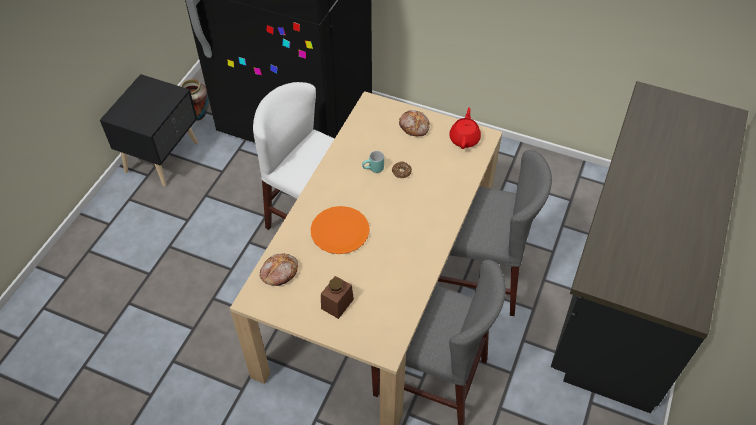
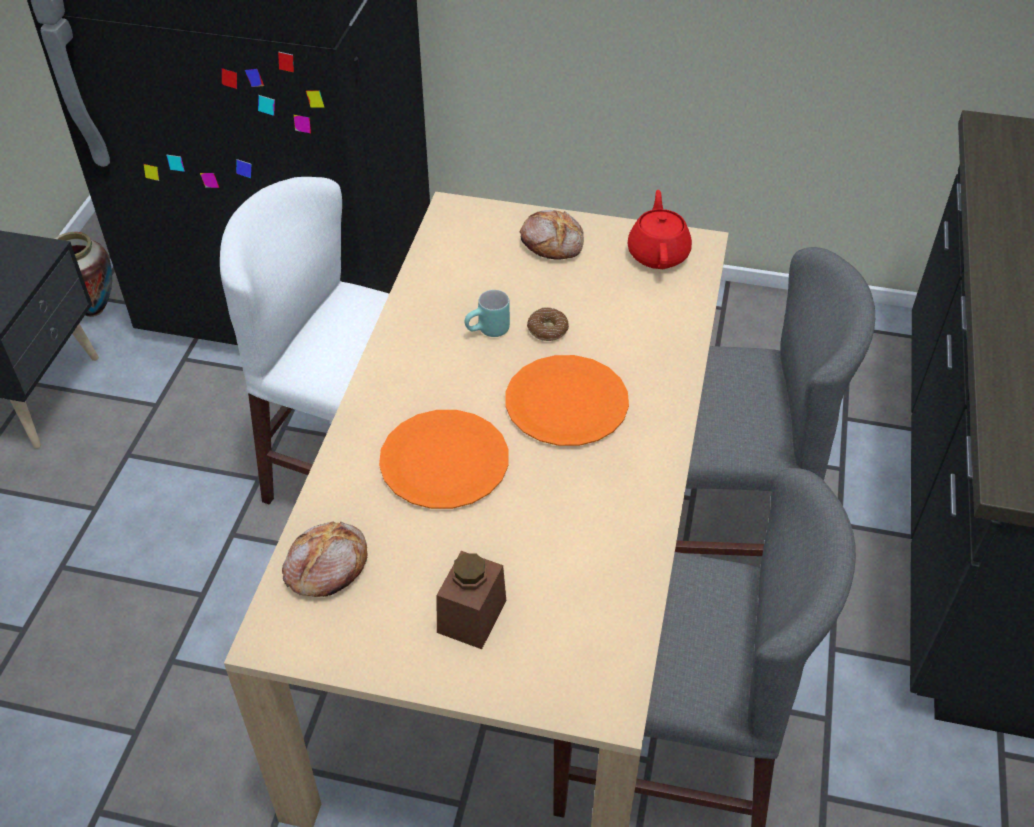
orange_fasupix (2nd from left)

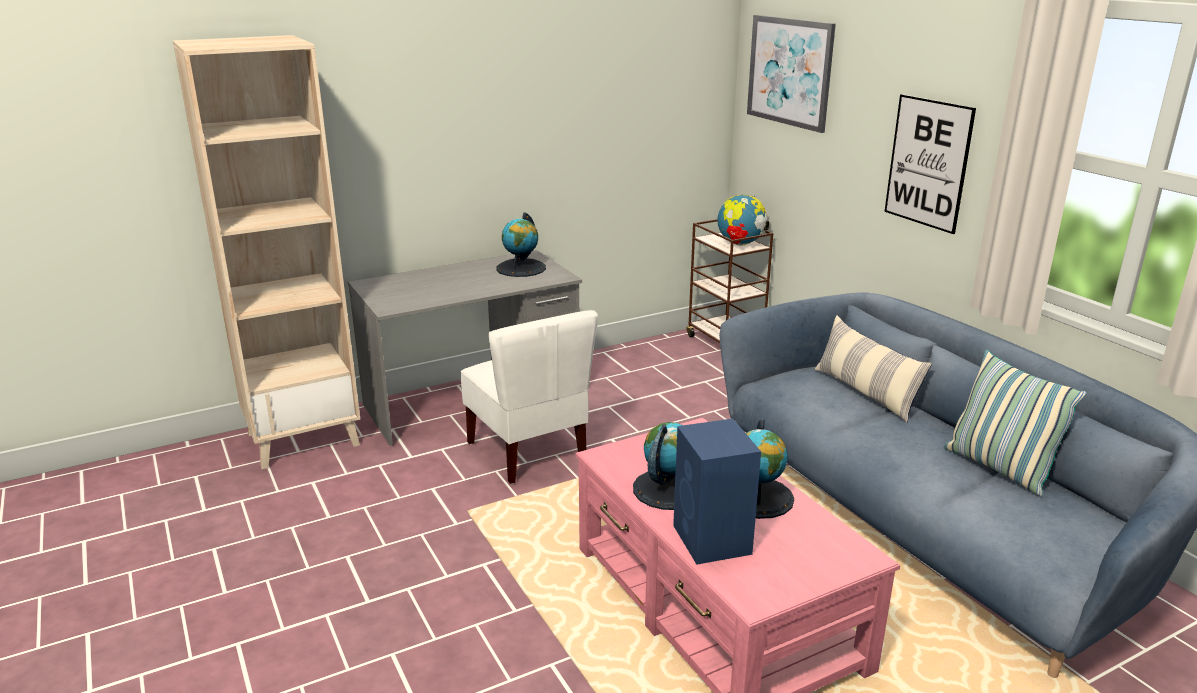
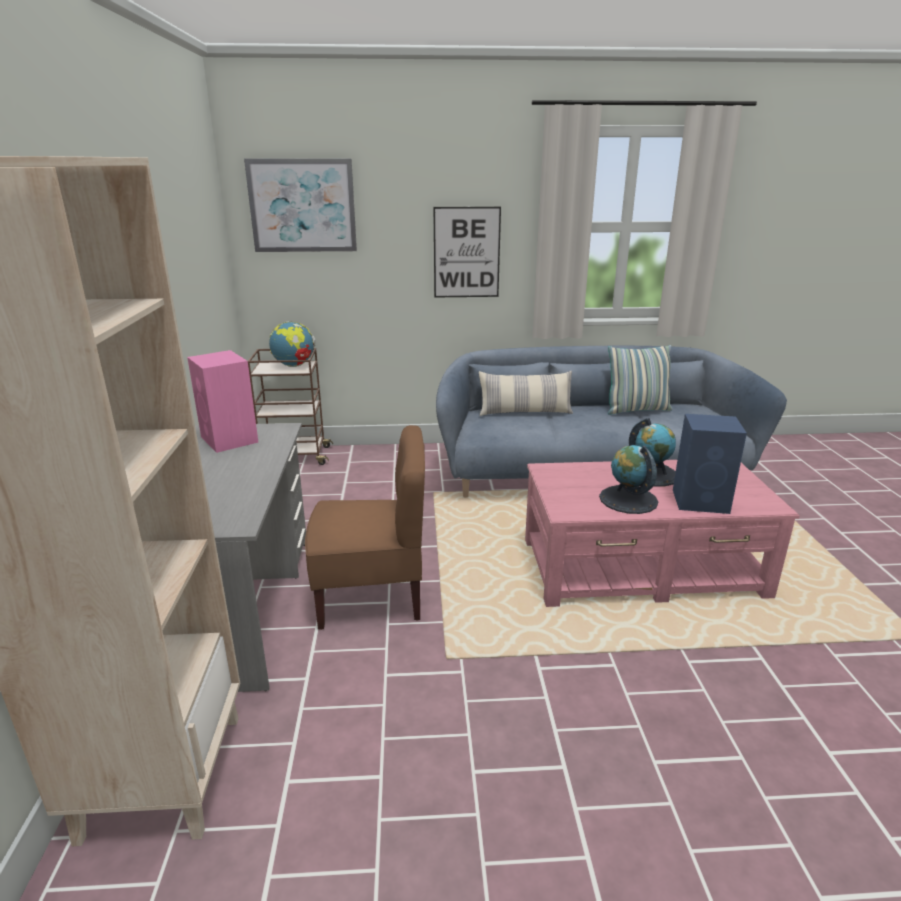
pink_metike
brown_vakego

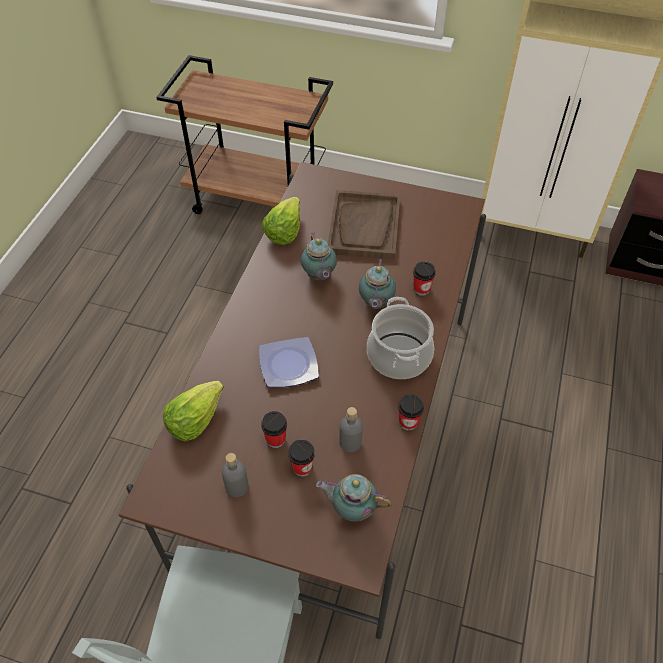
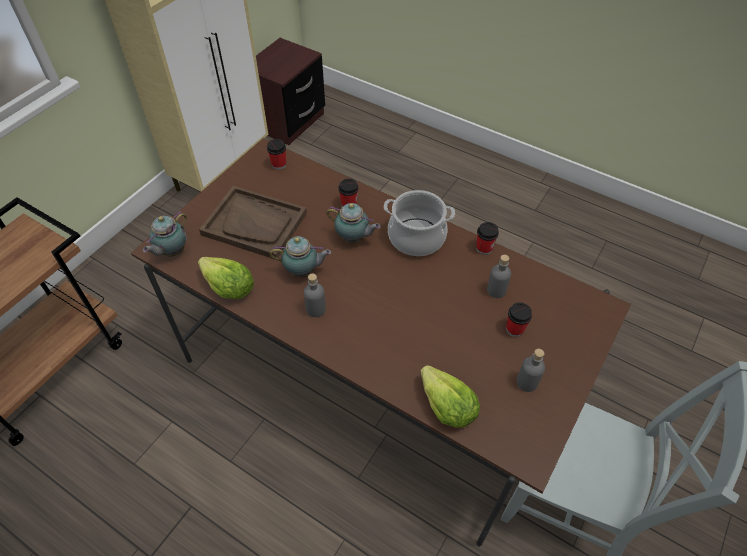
fasupix
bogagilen (1st from left)
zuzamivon (1st from left)
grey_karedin (1st from left)

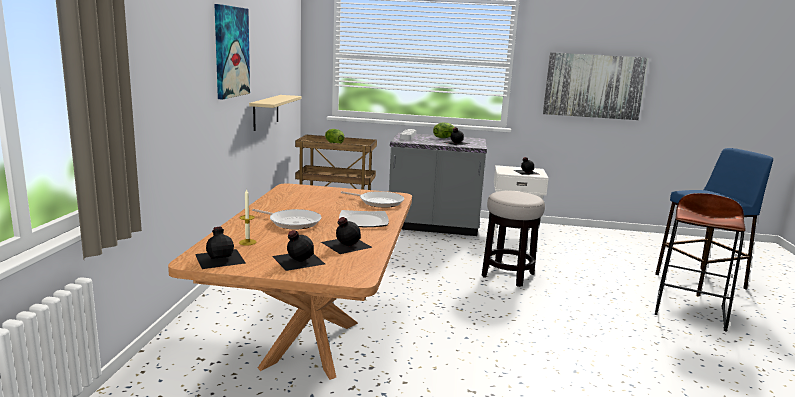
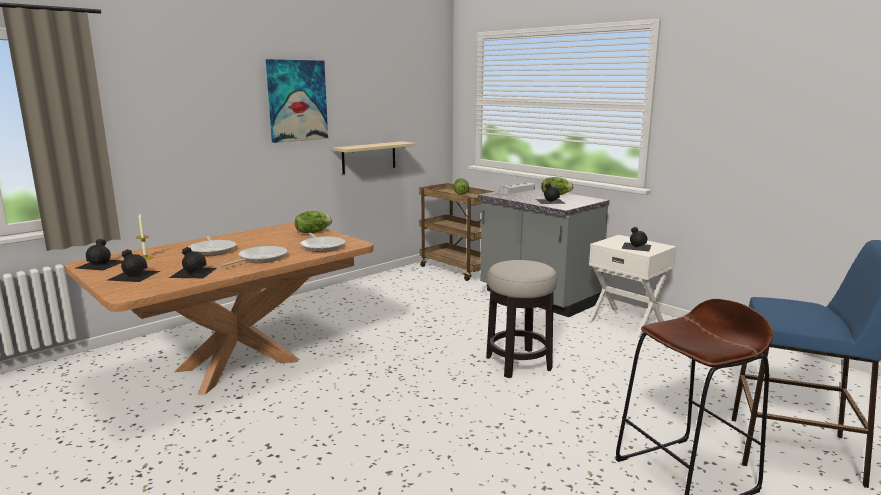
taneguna (2nd from left in the first image)
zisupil (2nd from left)
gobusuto (1st from left)

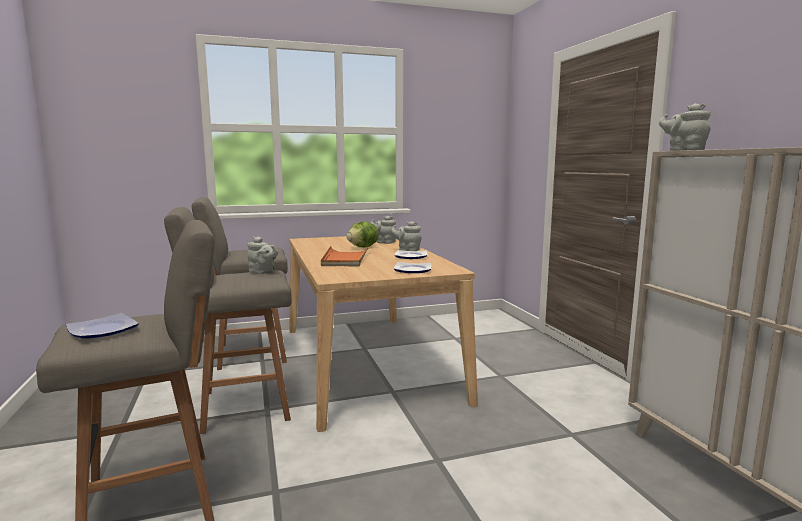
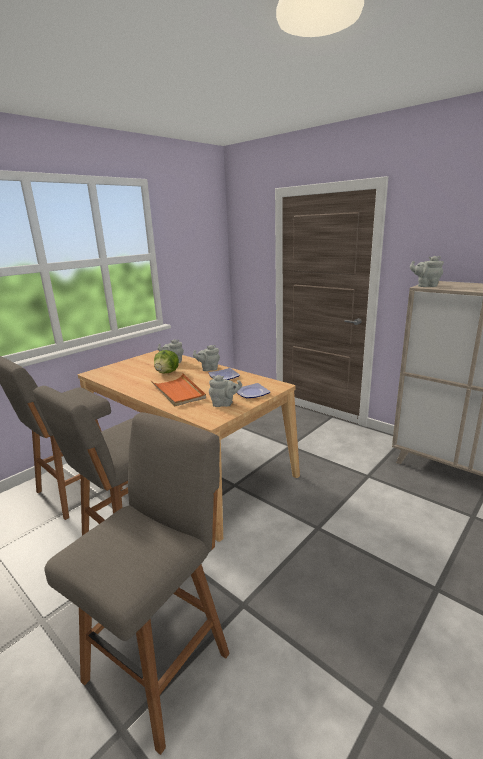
grey_zuzamivon (3rd from left)
fasupix (1st from left in the first image)

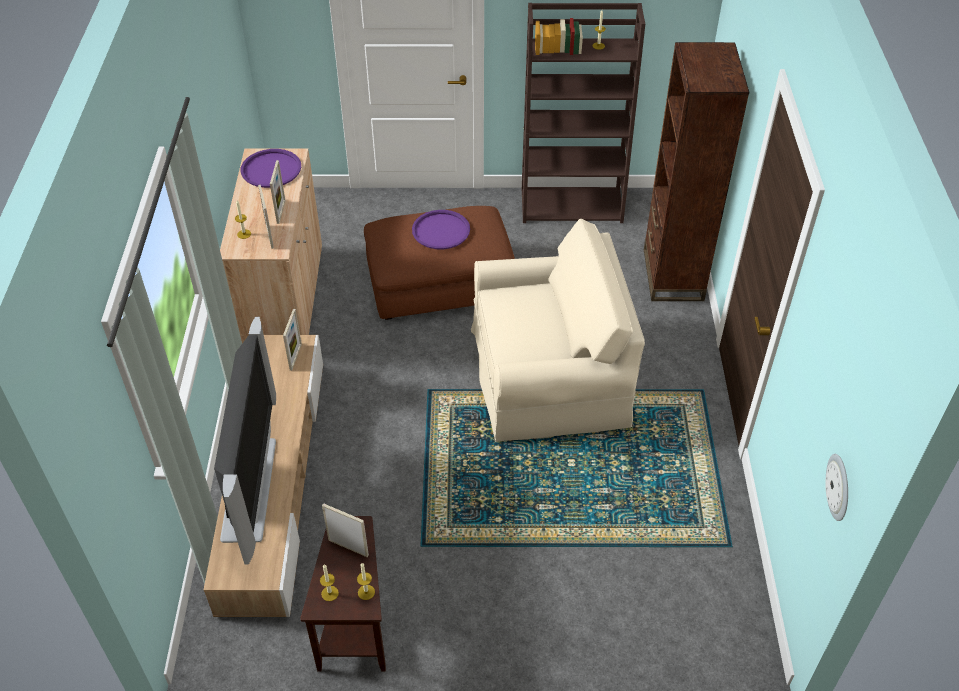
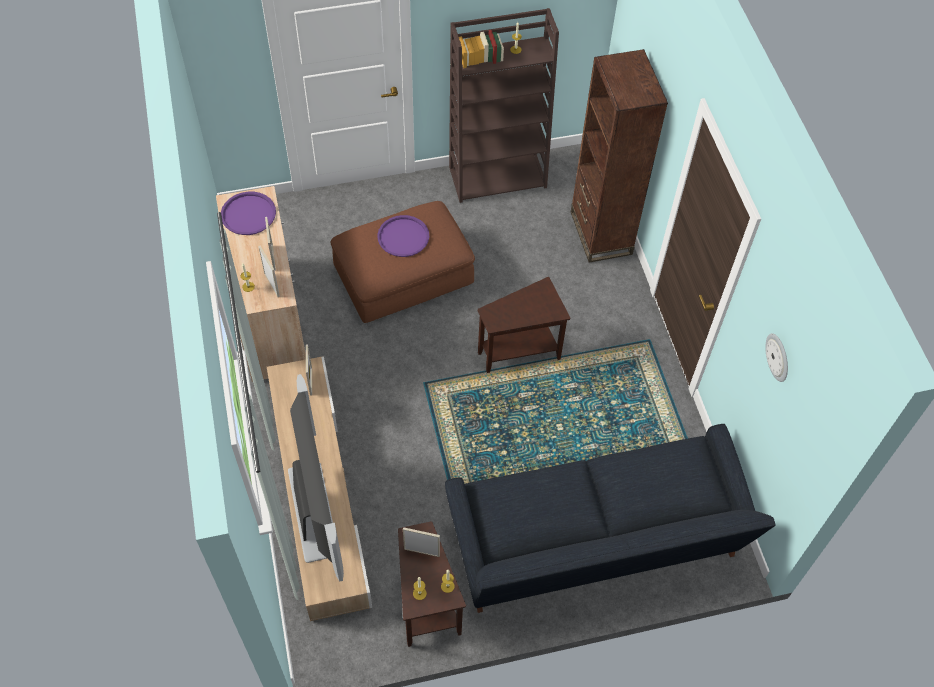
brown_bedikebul (2nd from left)
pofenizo
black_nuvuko

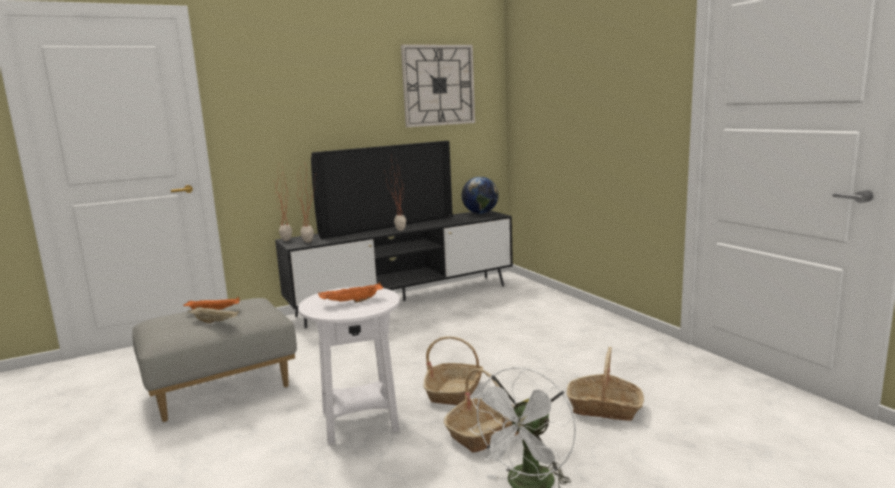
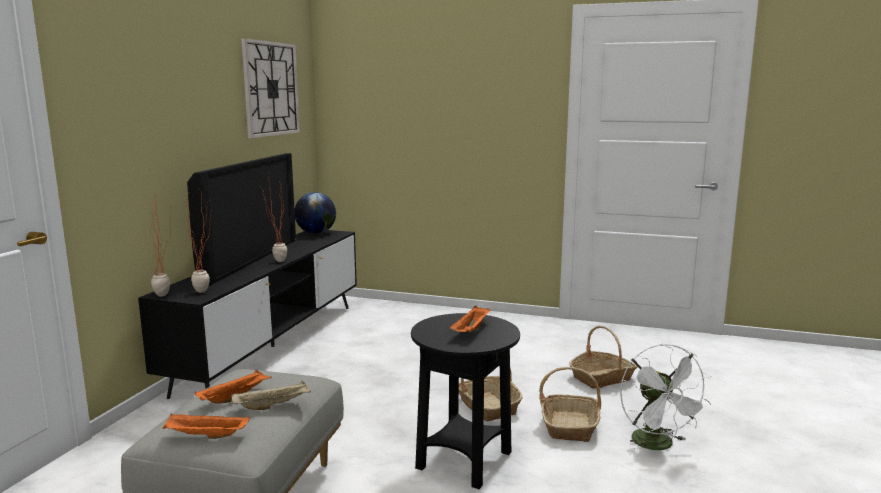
black_bedikebul
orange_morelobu (1st from left)

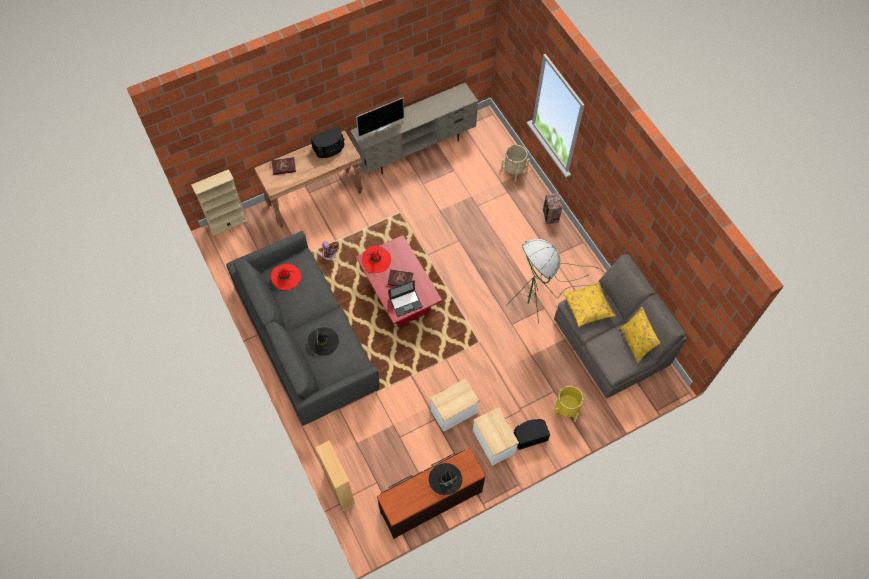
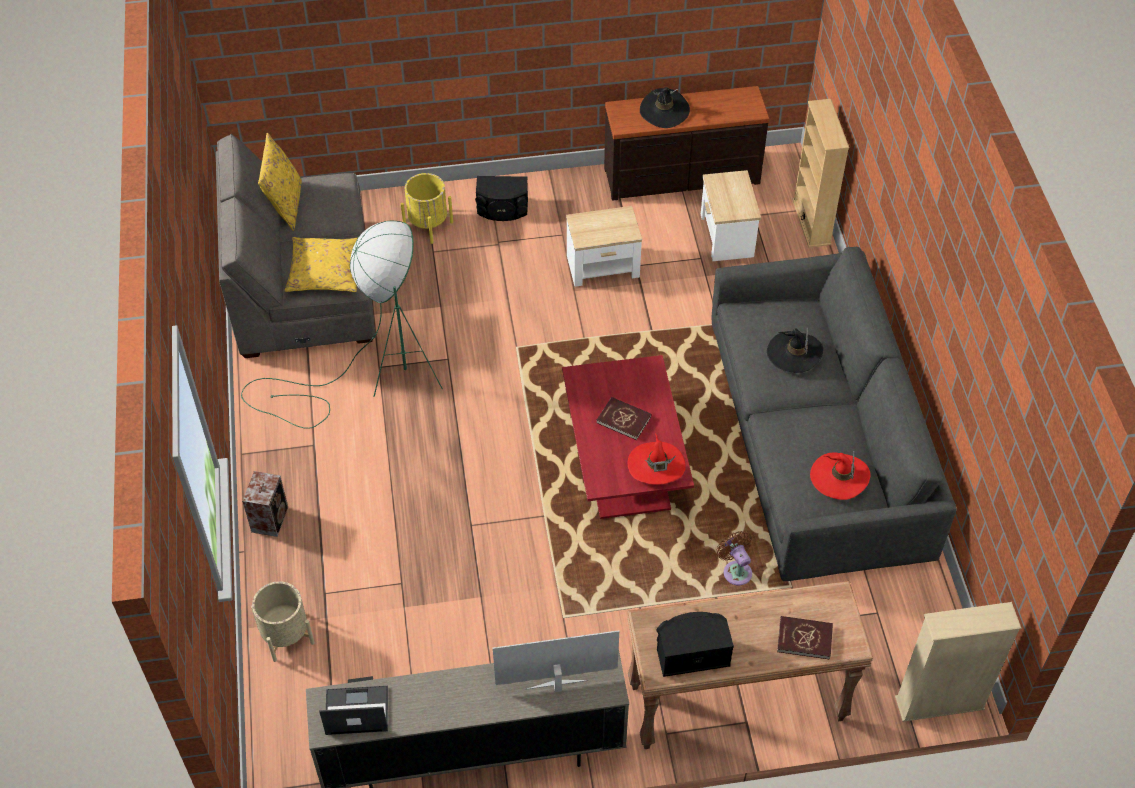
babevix
bedikebul (2nd from left)

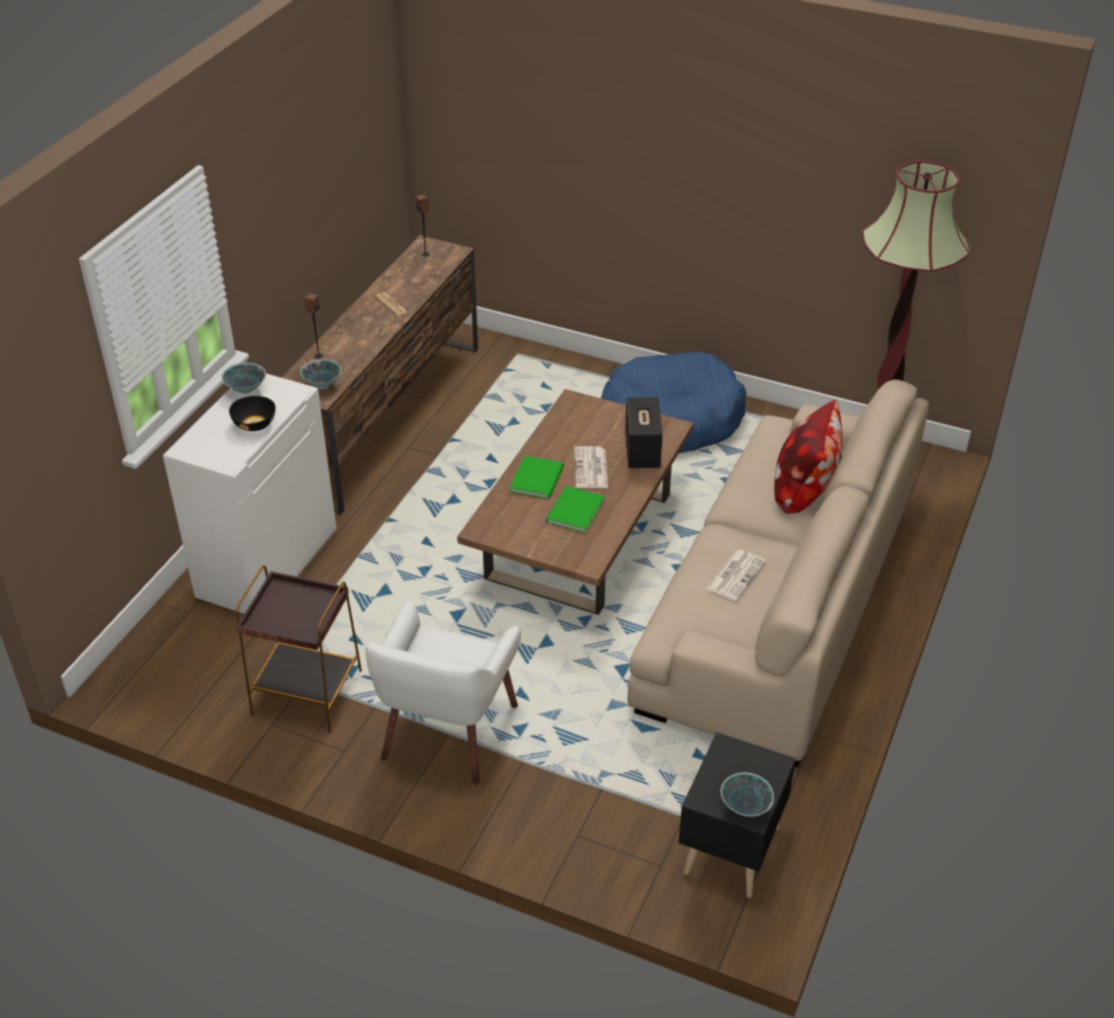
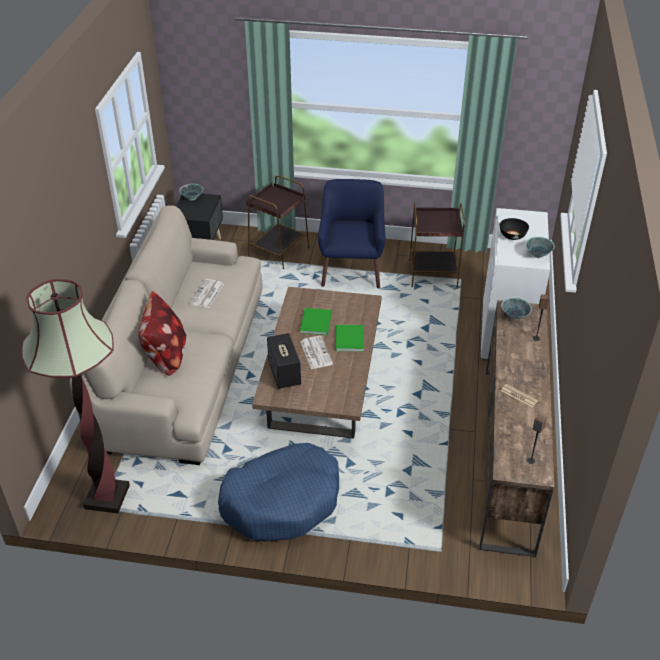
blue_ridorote
brown_bedikebul (1st from left)

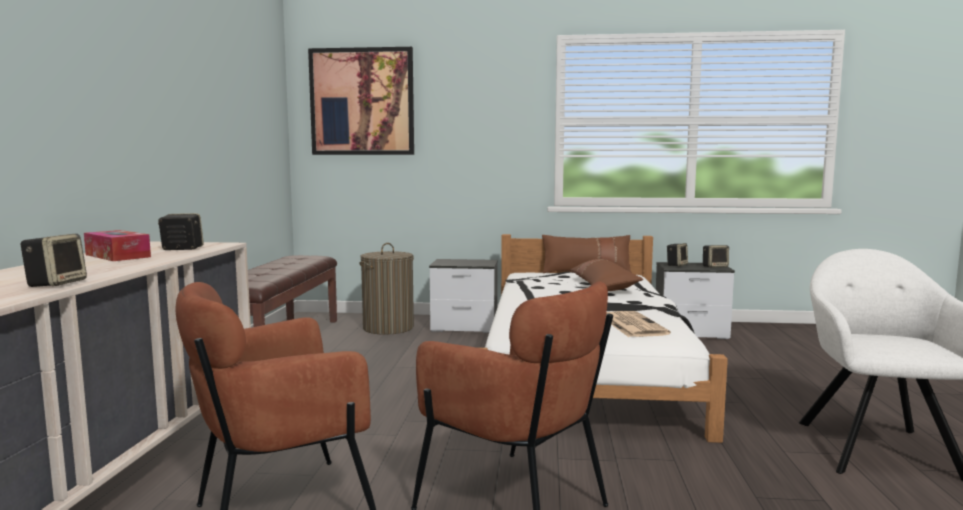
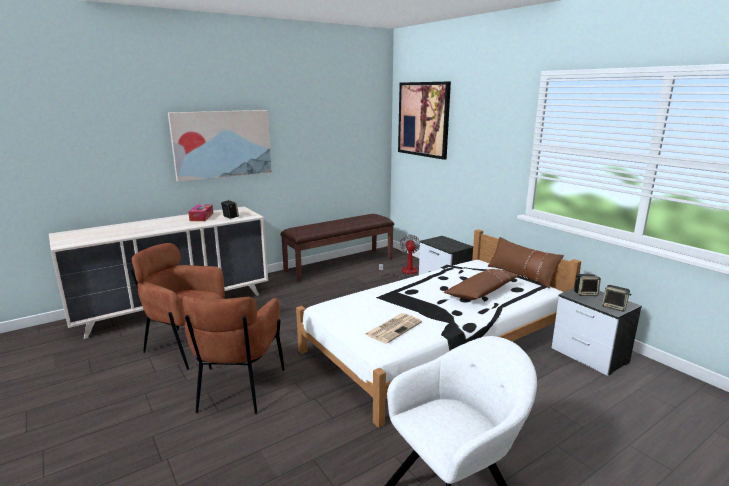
metike (1st from left in the first image)
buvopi
taneguna (1st from left)

